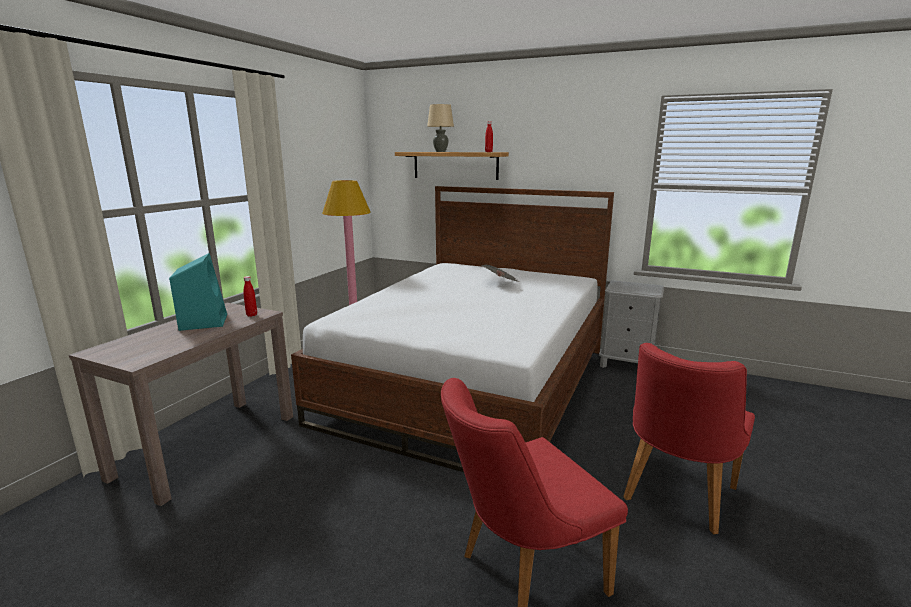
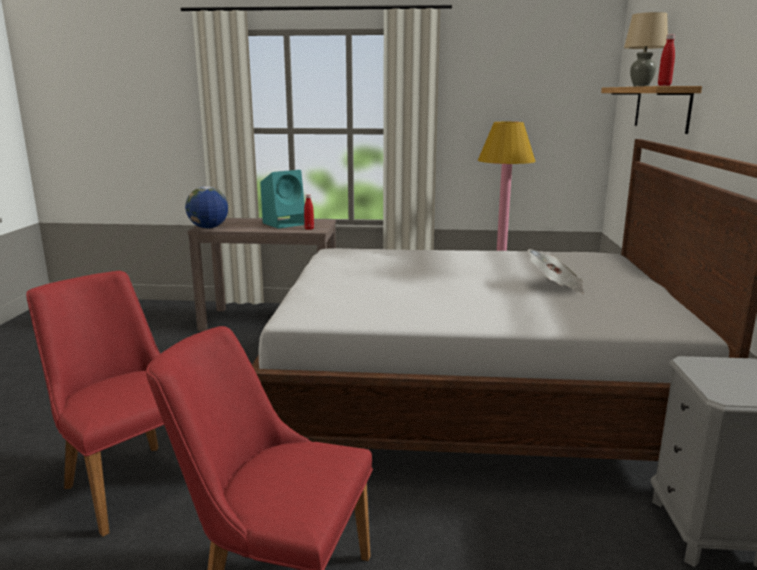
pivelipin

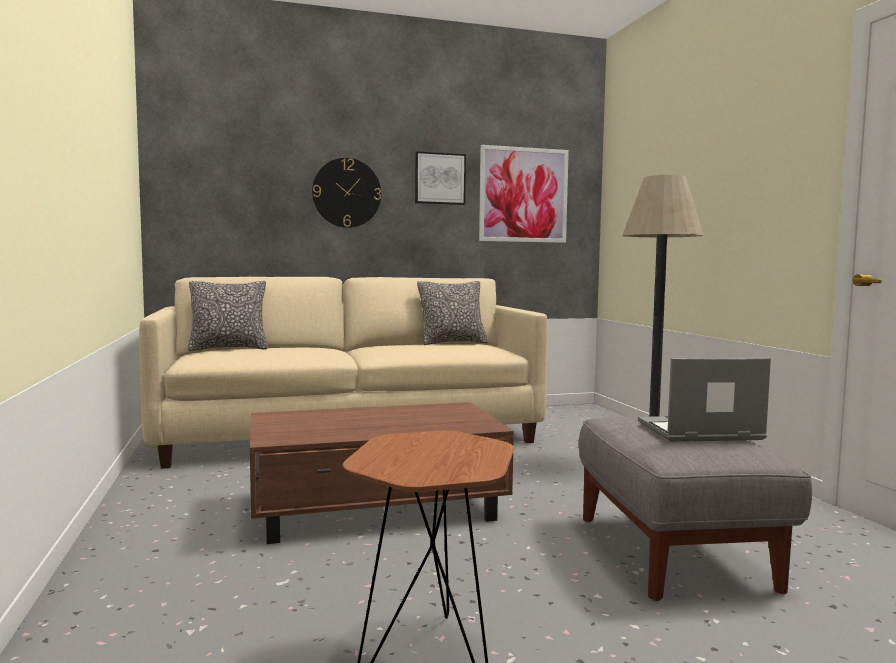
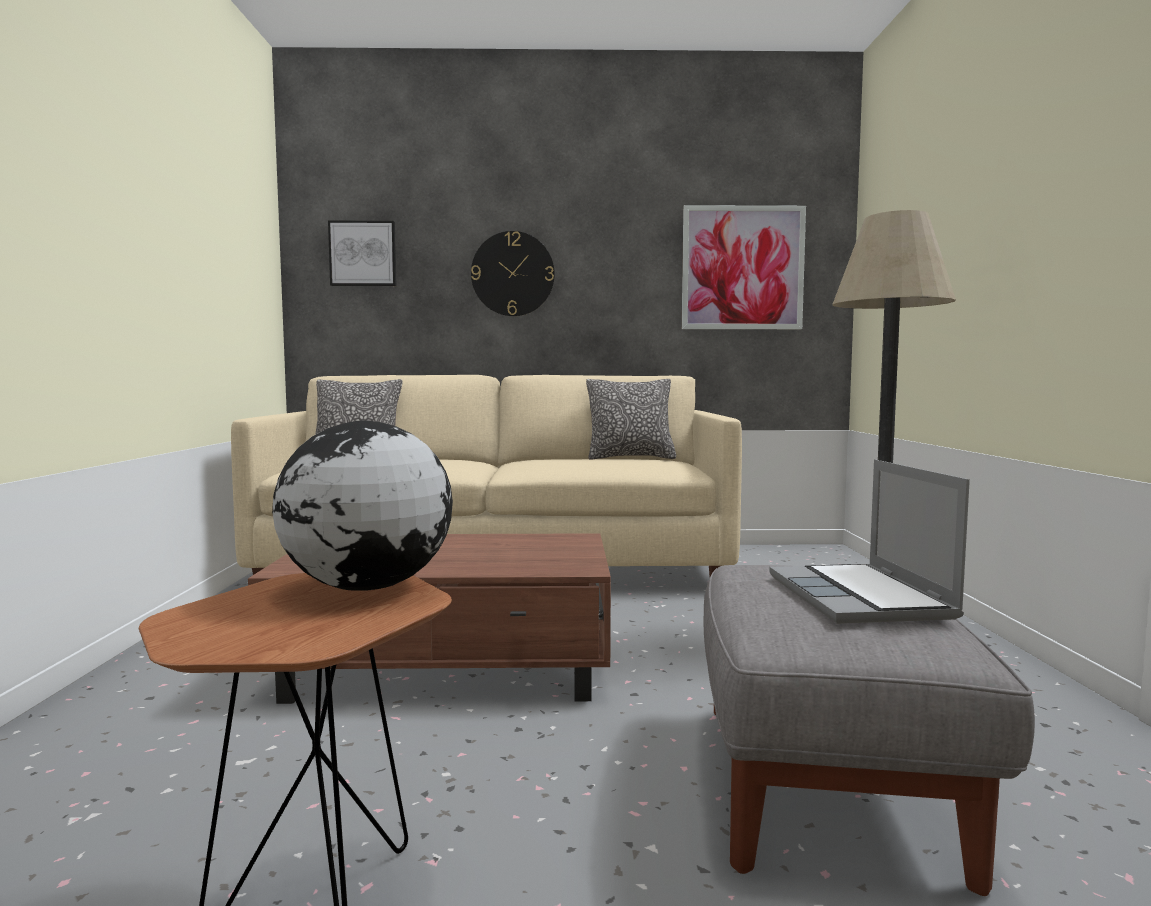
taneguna (1st from left)
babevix
pivelipin

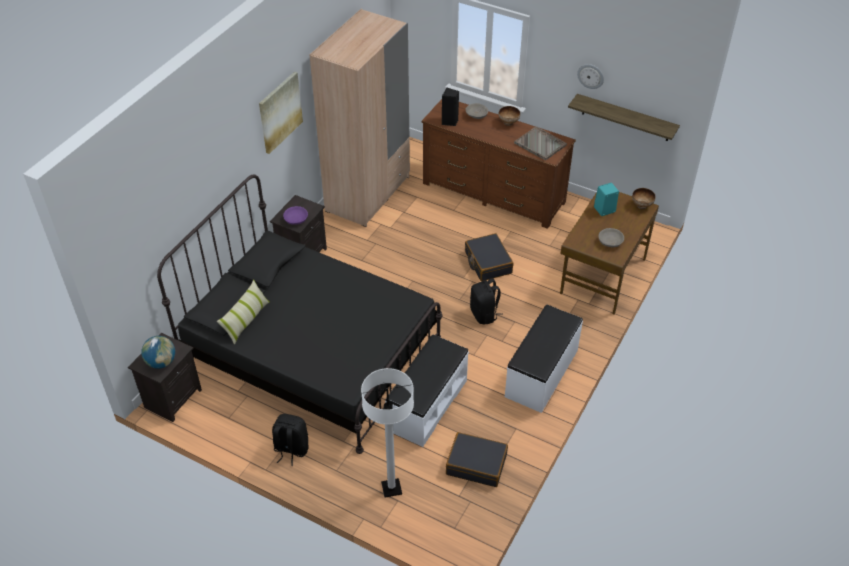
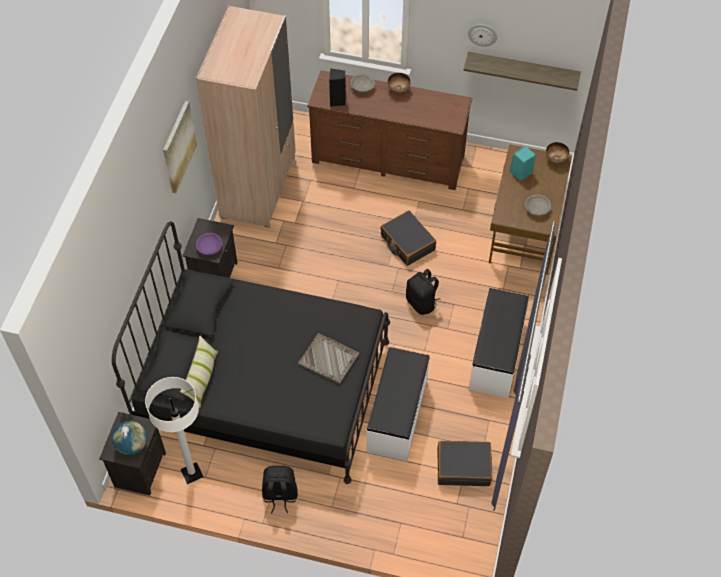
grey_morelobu
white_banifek

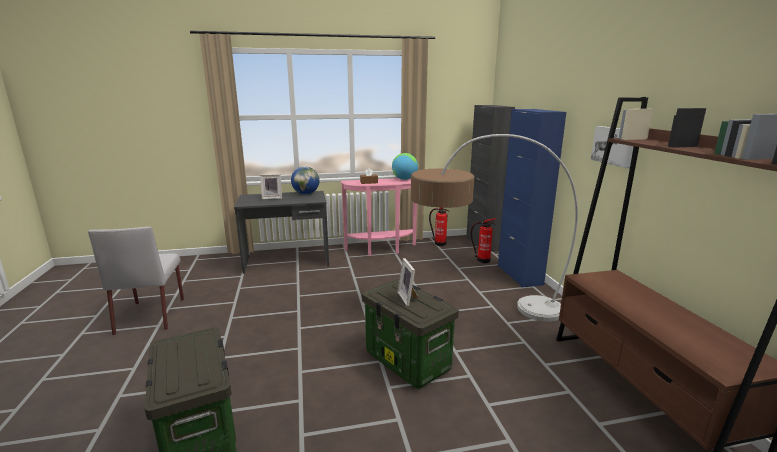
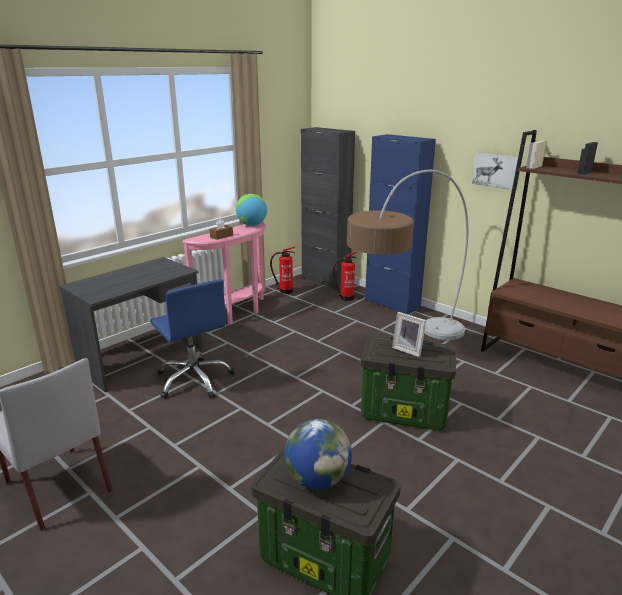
pivelipin (2nd from left)
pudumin (1st from left in the first image)
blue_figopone

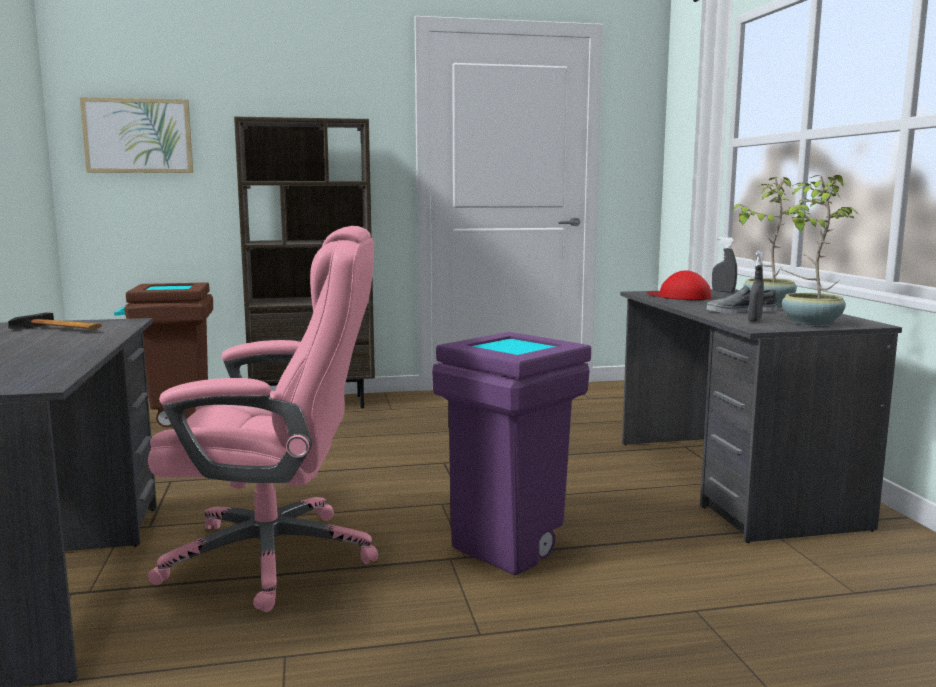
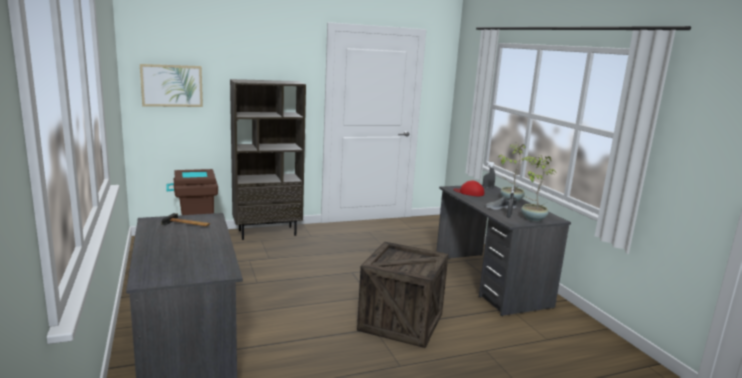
pink_figopone
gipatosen

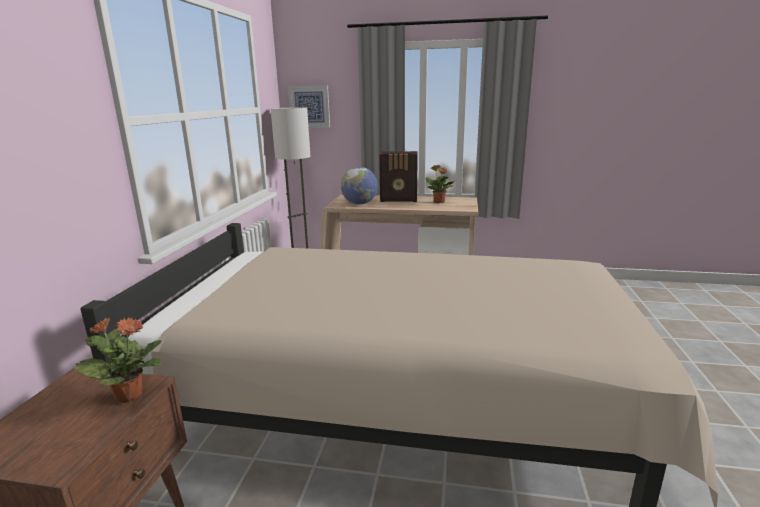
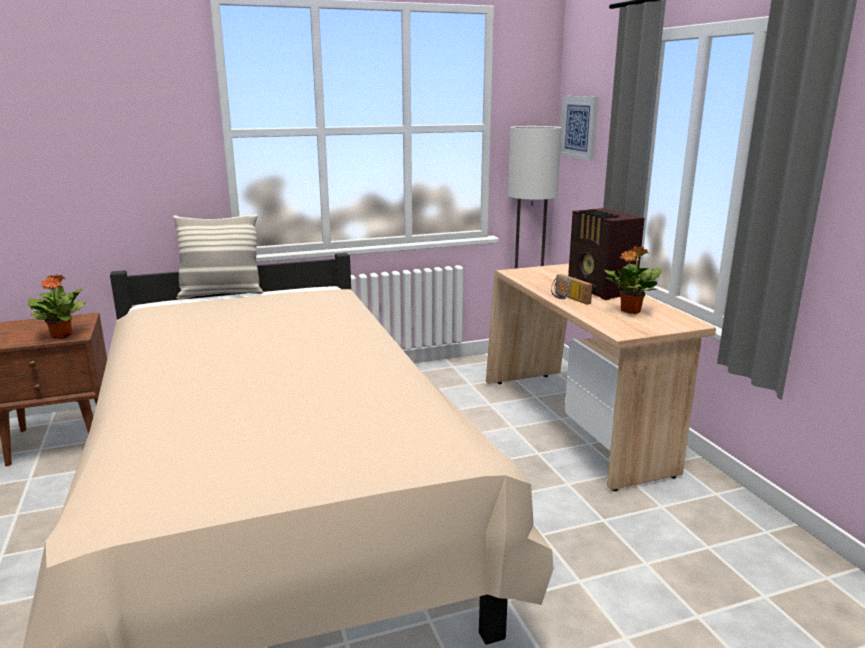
pivelipin
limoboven
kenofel (1st from left)

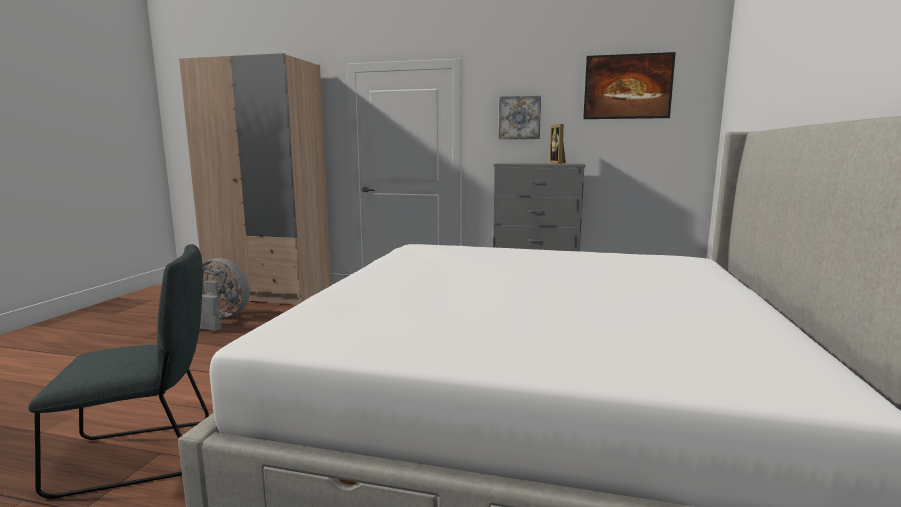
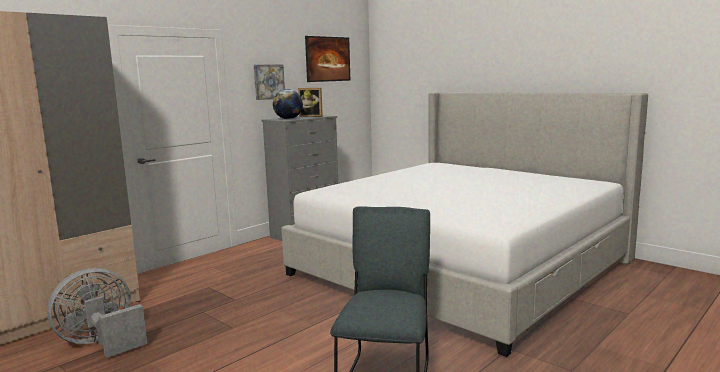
pivelipin

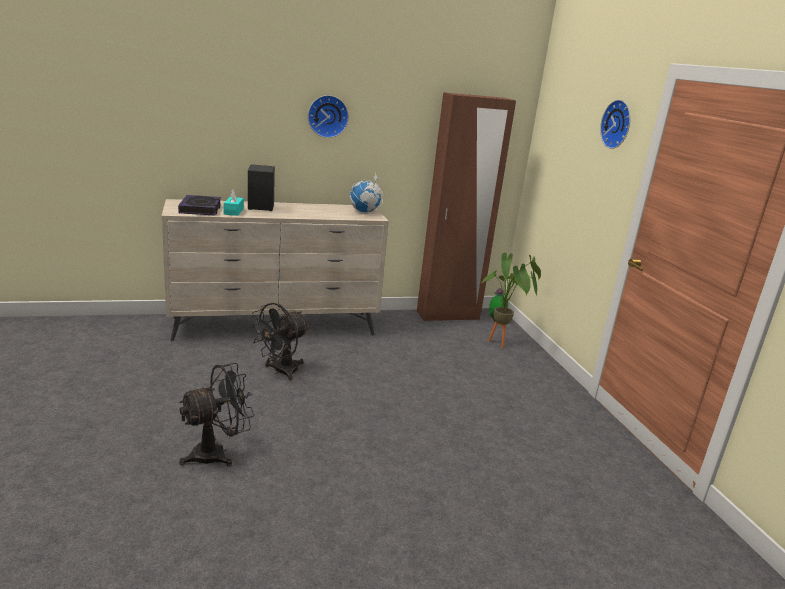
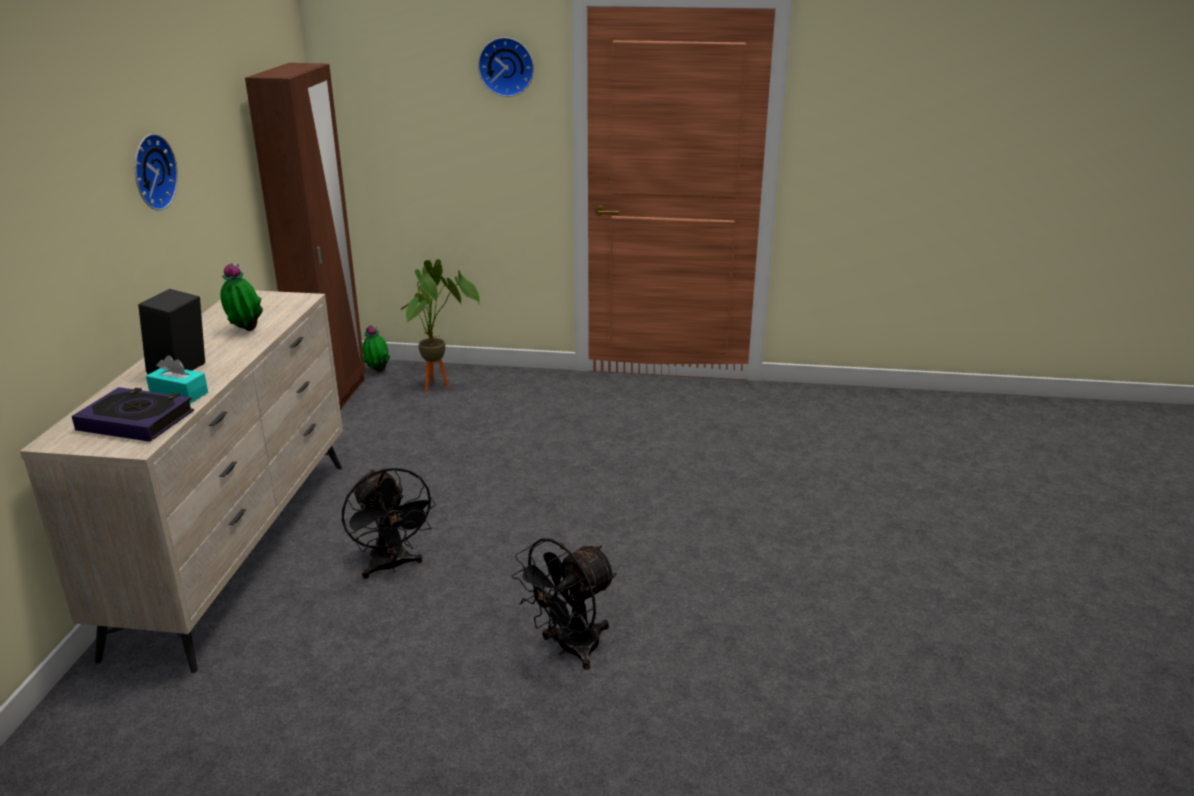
pivelipin
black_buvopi (2nd from left)
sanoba (1st from left)

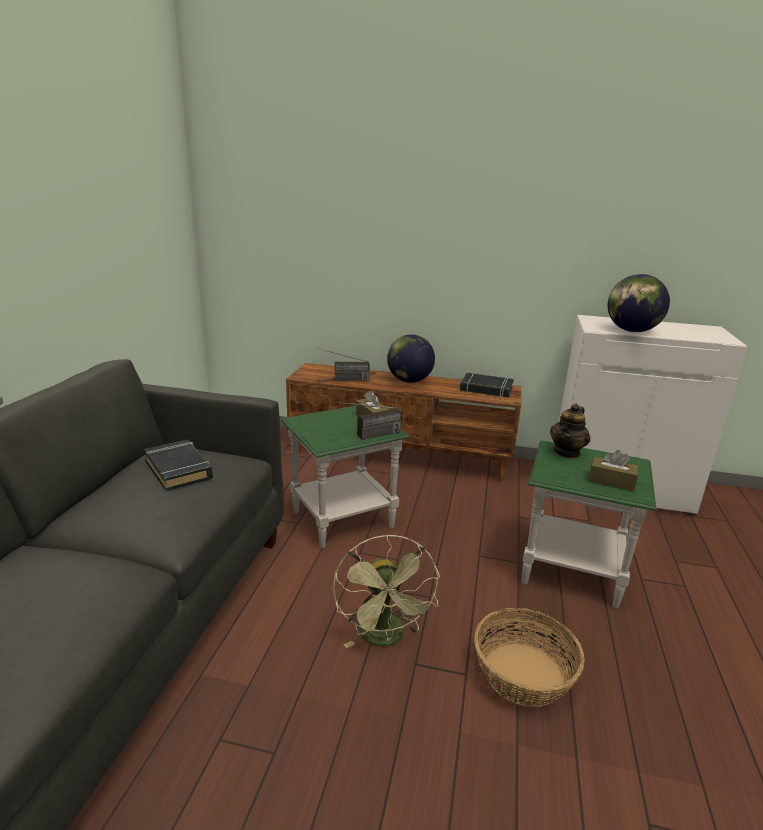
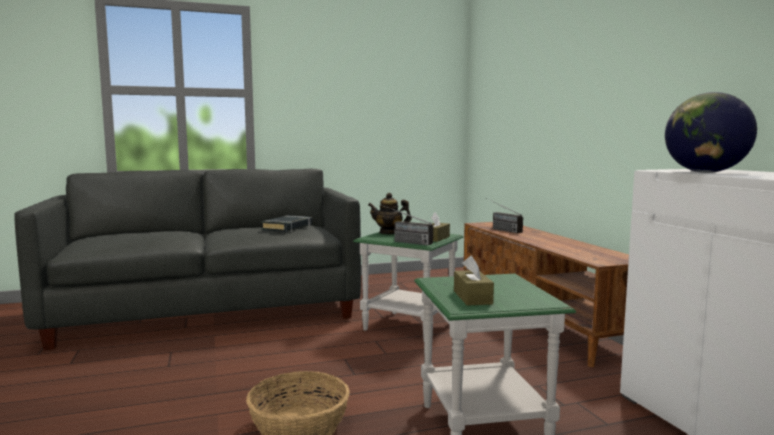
pivelipin (1st from left in the first image)
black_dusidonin (2nd from left in the first image)
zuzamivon
green_buvopi

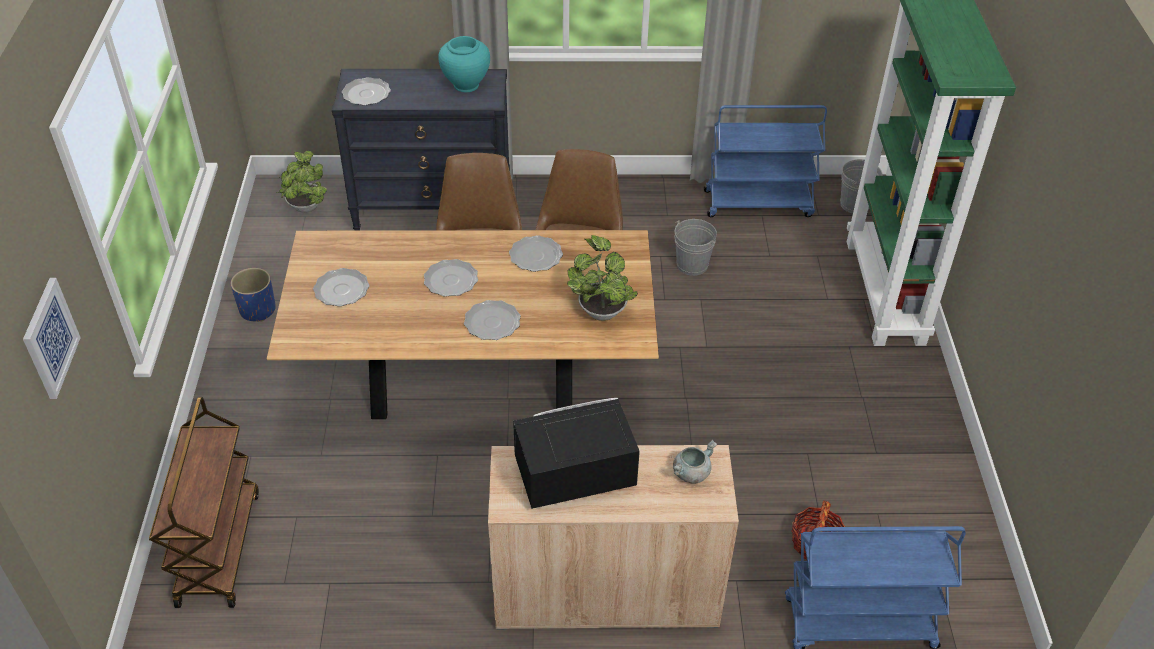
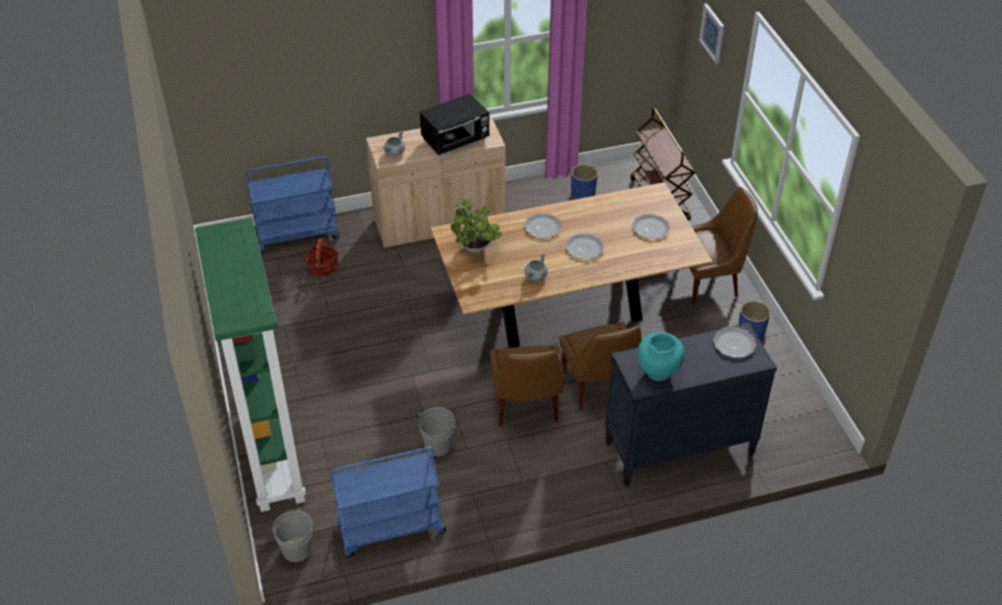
sanoba (1st from left in the first image)
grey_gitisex (2nd from left)
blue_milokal (1st from left)
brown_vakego (3rd from left)

